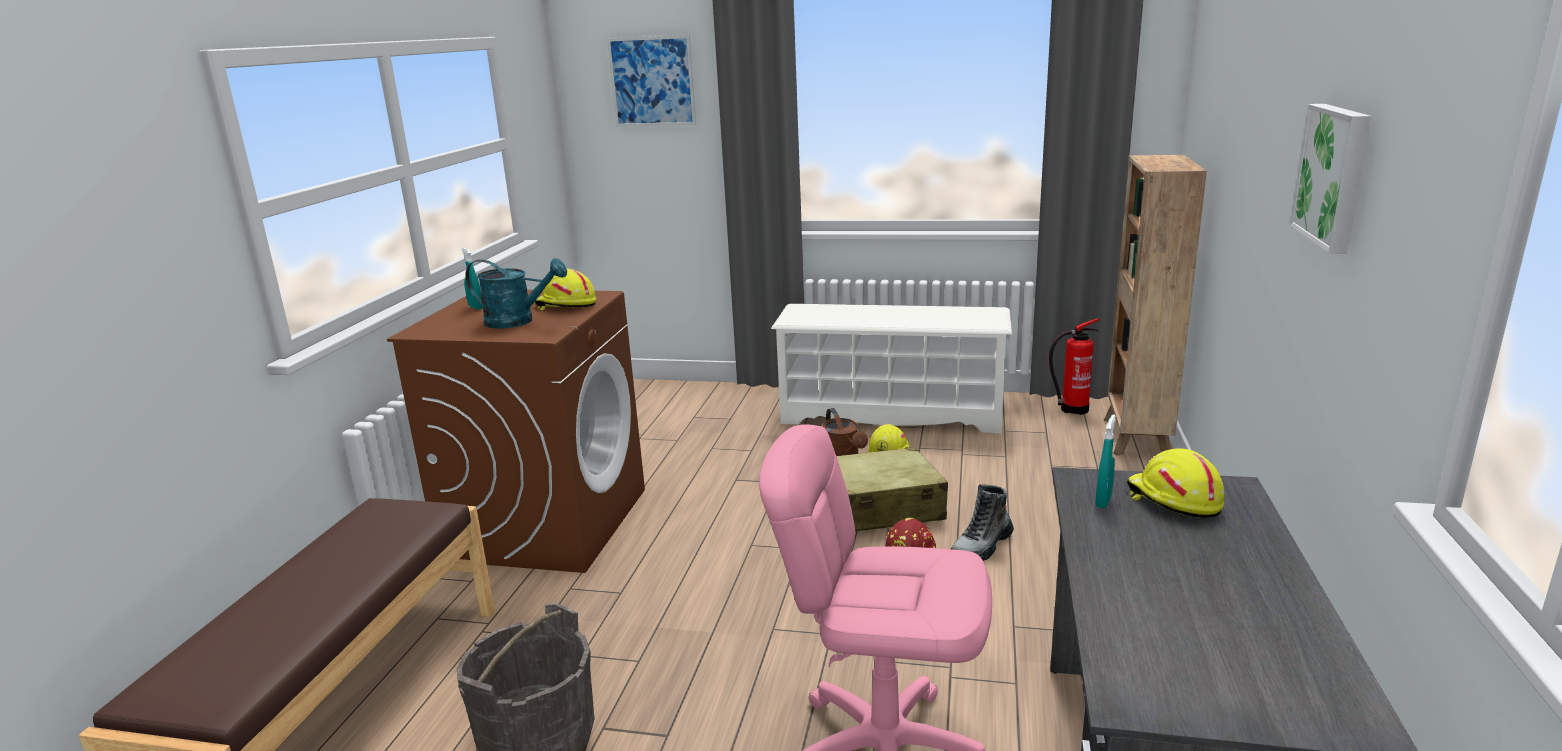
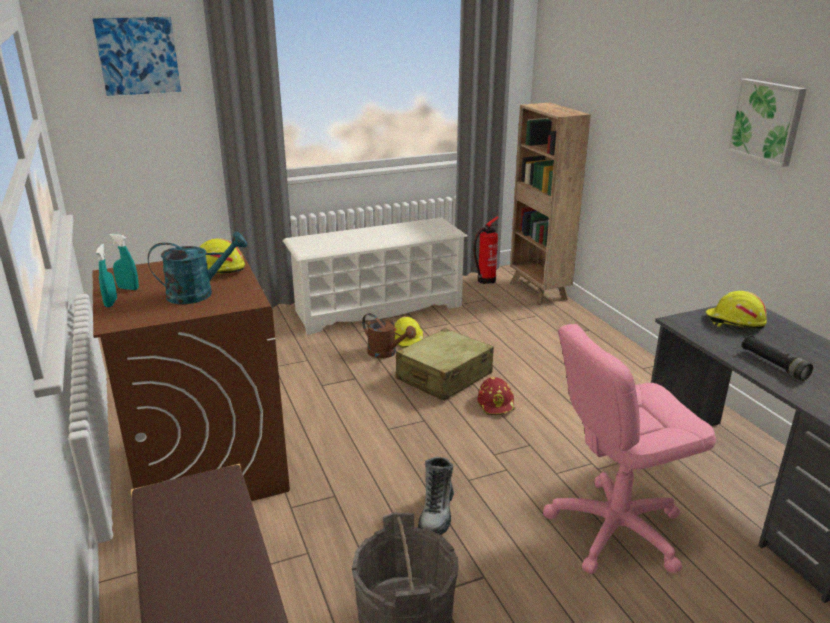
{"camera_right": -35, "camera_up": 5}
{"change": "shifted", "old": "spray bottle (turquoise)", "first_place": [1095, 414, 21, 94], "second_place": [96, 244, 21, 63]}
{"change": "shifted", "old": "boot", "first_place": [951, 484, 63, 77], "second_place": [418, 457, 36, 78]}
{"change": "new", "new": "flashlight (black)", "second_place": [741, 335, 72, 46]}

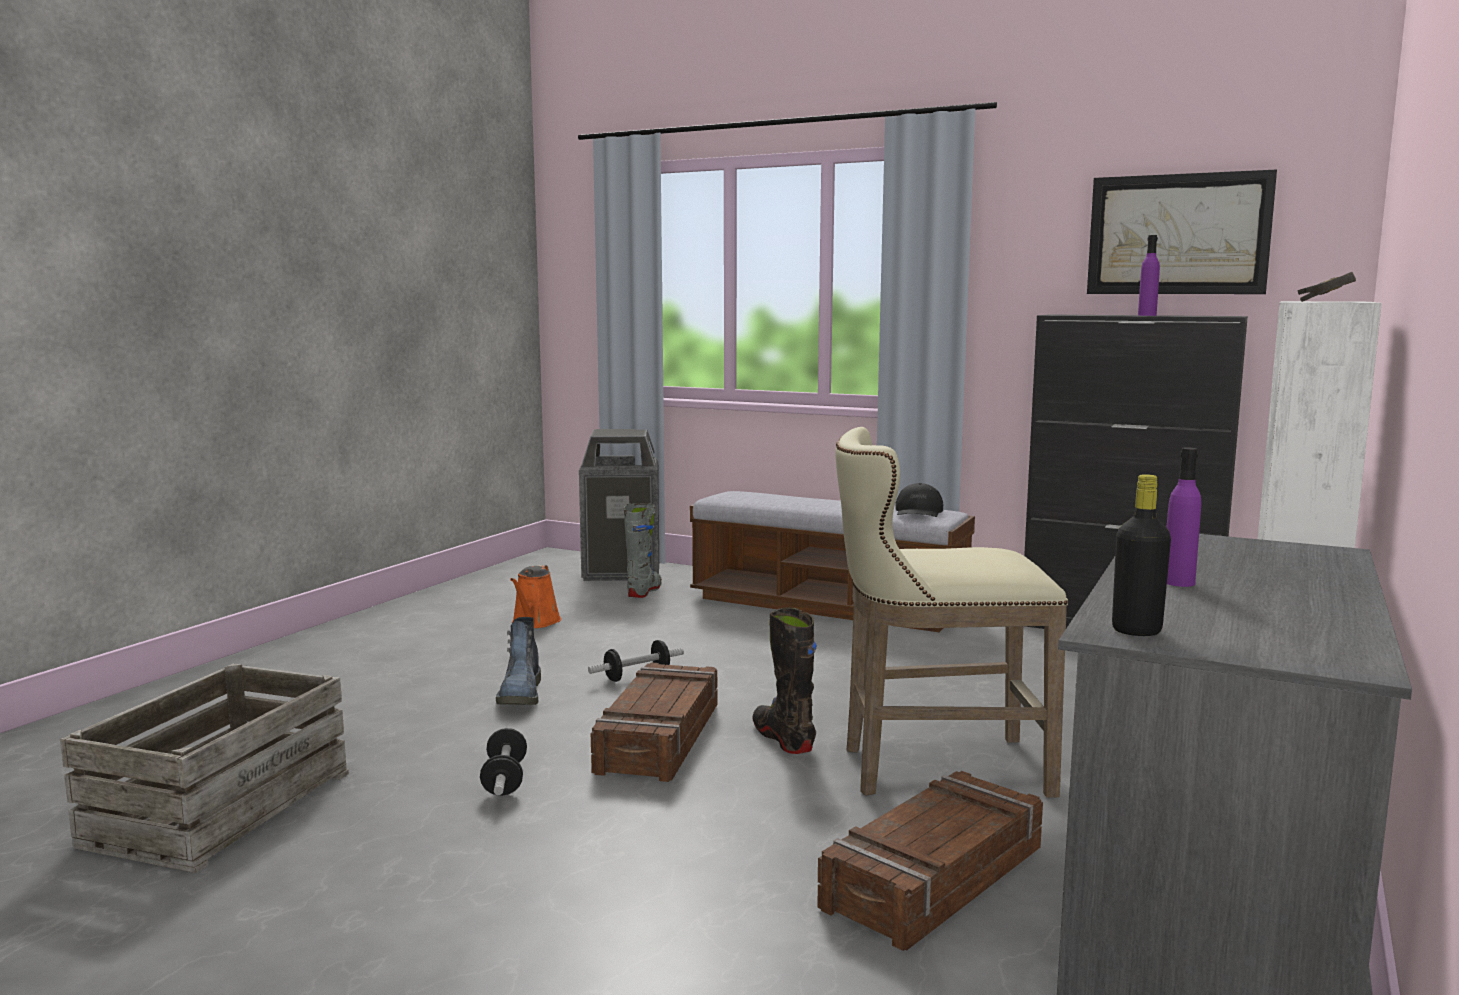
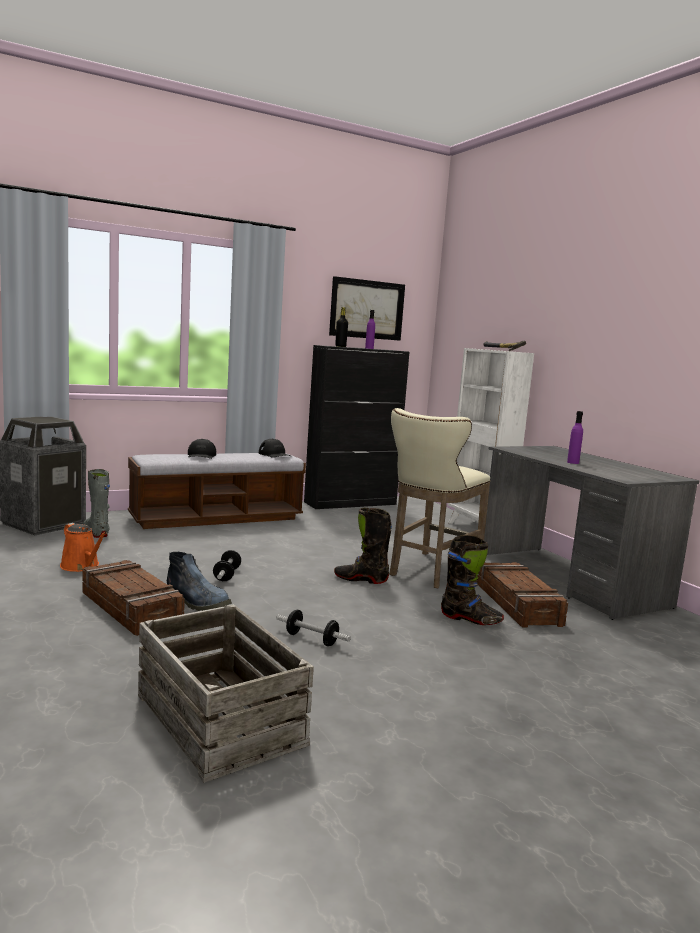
{"camera_right": -55, "camera_up": 0}
{"change": "shifted", "old": "crate", "first_place": [591, 663, 126, 119], "second_place": [83, 560, 102, 76]}
{"change": "new", "new": "cap (black)", "second_place": [188, 439, 28, 20]}
{"change": "shifted", "old": "bottle (black)", "first_place": [1112, 474, 59, 162], "second_place": [335, 307, 13, 40]}
{"change": "new", "new": "boot (black)", "second_place": [441, 535, 63, 90]}

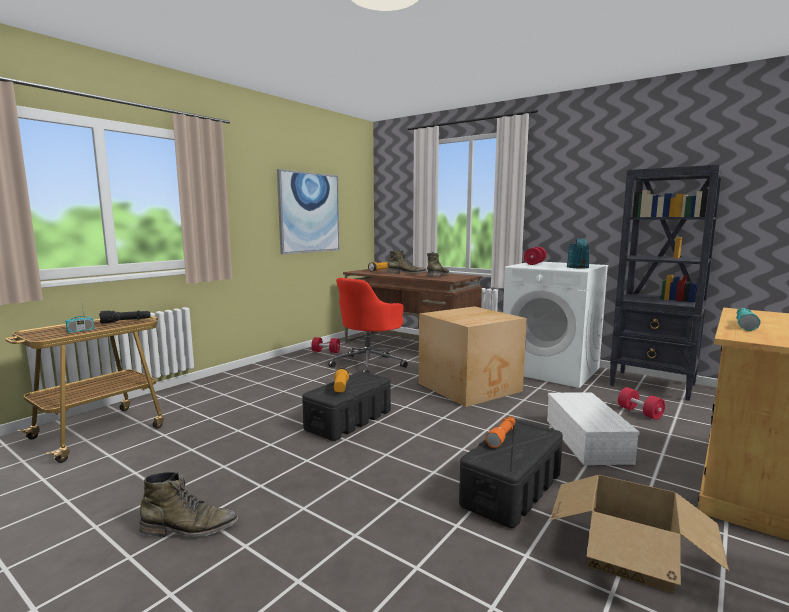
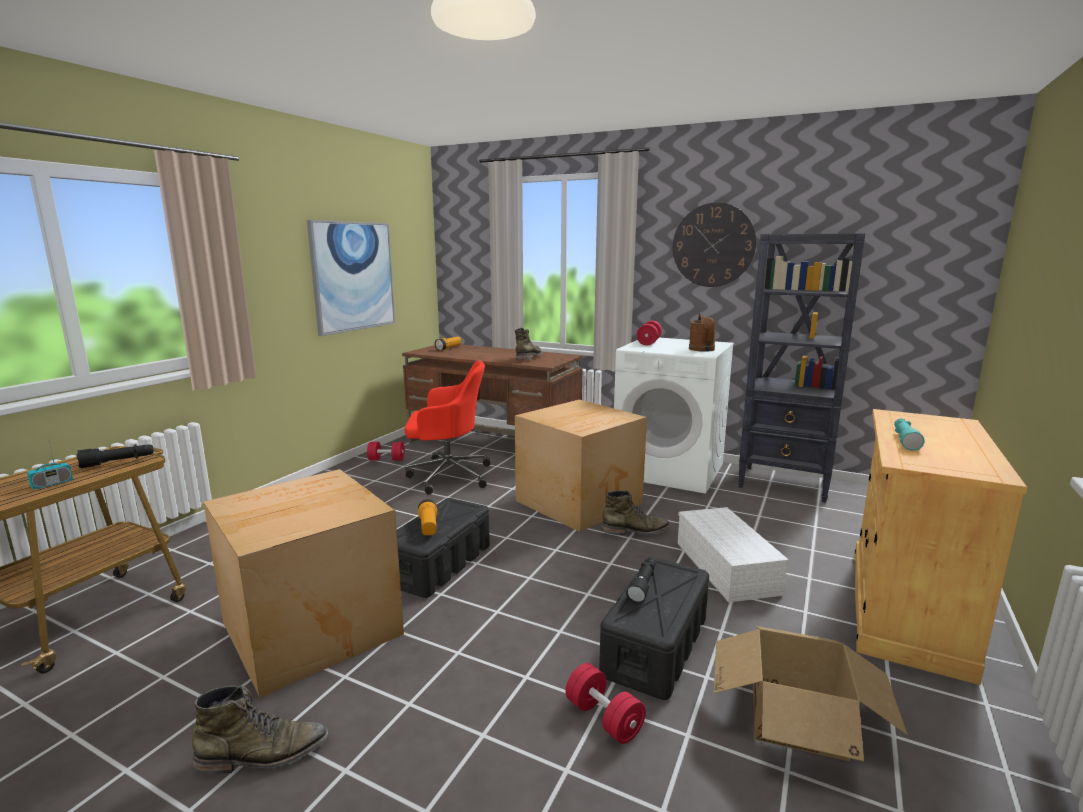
{"camera_right": -10, "camera_up": 5}
{"change": "new", "new": "cardboard box", "second_place": [203, 469, 201, 229]}
{"change": "rotated", "old": "office chair (red)", "first_place": [328, 278, 80, 95], "second_place": [405, 361, 85, 134], "degrees": -120}
{"change": "shifted", "old": "dumbbell (red)", "first_place": [618, 387, 47, 33], "second_place": [566, 663, 80, 81]}
{"change": "shifted", "old": "boot (green)", "first_place": [387, 250, 40, 24], "second_place": [602, 490, 68, 45]}
{"change": "repainted", "old": "flashlight (orange)", "new": "flashlight (black)", "first_place": [485, 417, 30, 31], "second_place": [626, 558, 30, 45]}
{"change": "new", "new": "wall clock", "second_place": [673, 202, 83, 85]}
{"change": "repainted", "old": "watering can (turquoise)", "new": "watering can (brown)", "first_place": [567, 238, 23, 30], "second_place": [689, 313, 27, 39]}

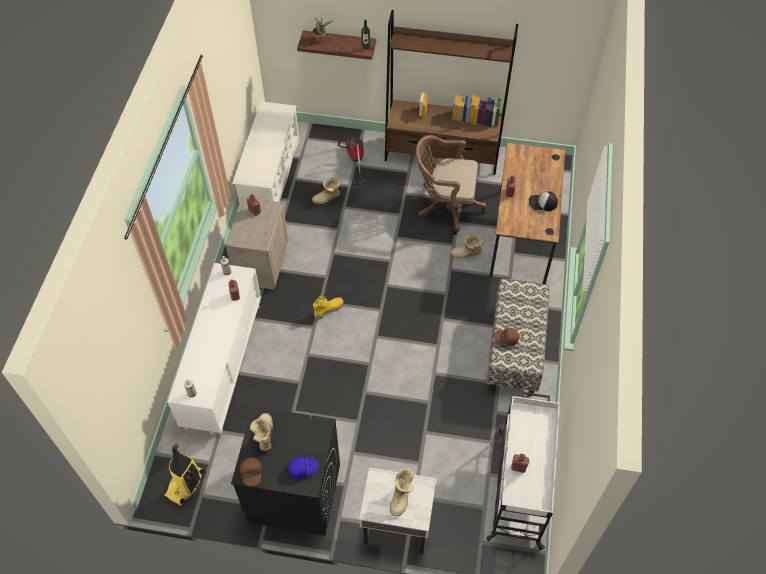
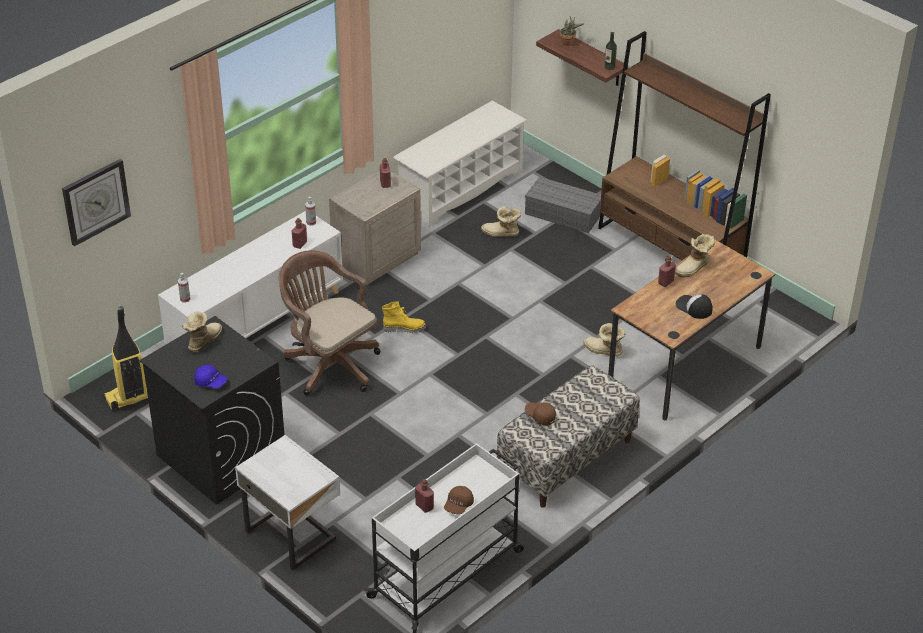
{"camera_right": 35, "camera_up": -15}
{"change": "new", "new": "wall clock", "second_place": [62, 159, 69, 87]}
{"change": "shifted", "old": "office chair (brown)", "first_place": [416, 135, 70, 100], "second_place": [279, 250, 101, 146]}
{"change": "shifted", "old": "cap (brown)", "first_place": [240, 457, 22, 29], "second_place": [444, 486, 30, 29]}
{"change": "swapped", "old": "vacuum cleaner", "new": "storage box (grey)", "first_place": [338, 135, 33, 50], "second_place": [525, 177, 76, 56]}
{"change": "shifted", "old": "boot", "first_place": [390, 468, 24, 48], "second_place": [675, 234, 40, 44]}

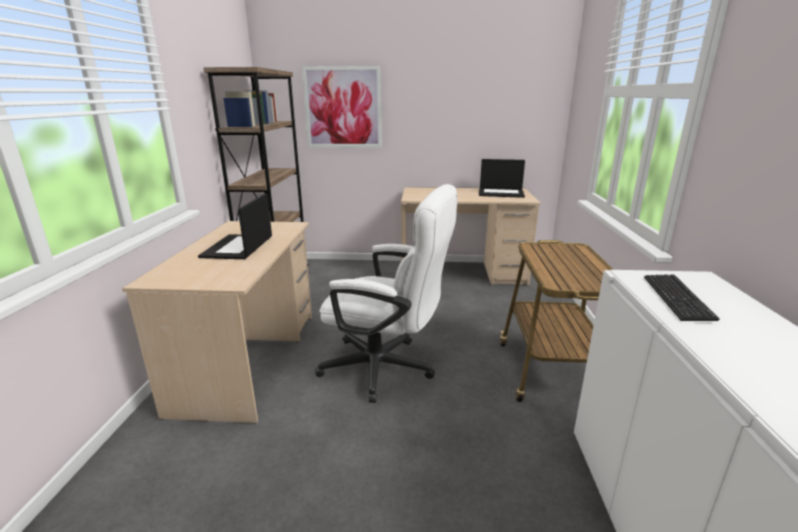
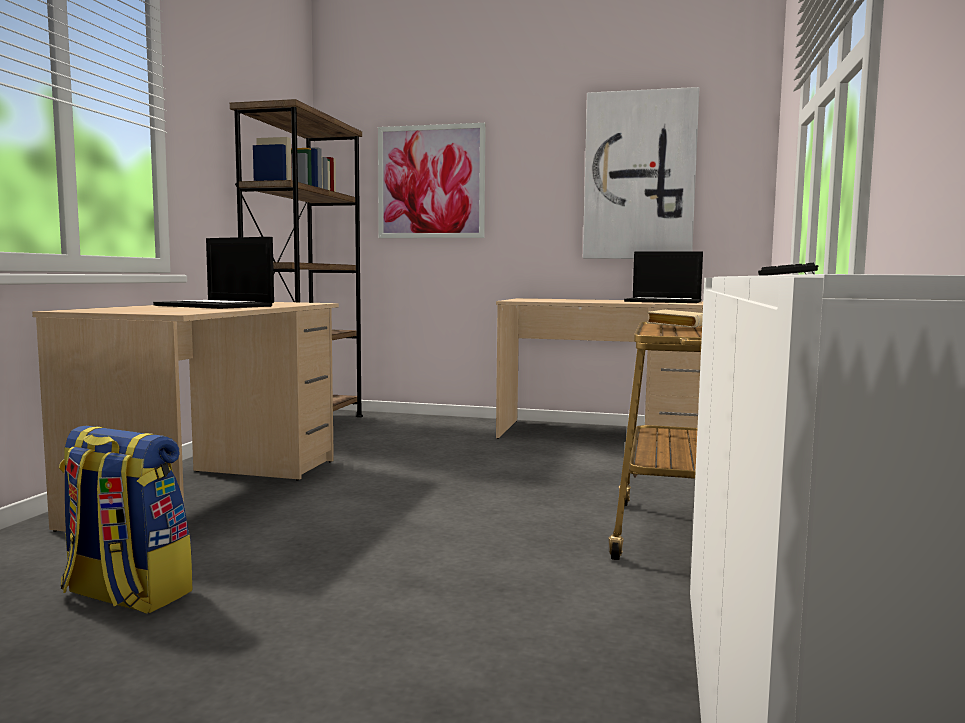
{"camera_right": 10, "camera_up": -15}
{"change": "new", "new": "backpack", "second_place": [59, 426, 134, 188]}
{"change": "rotated", "old": "laptop", "first_place": [198, 194, 74, 65], "second_place": [153, 237, 121, 72], "degrees": -75}
{"change": "new", "new": "picture", "second_place": [583, 87, 116, 172]}
{"change": "new", "new": "book (beige)", "second_place": [647, 310, 56, 18]}
{"change": "gone", "old": "office chair (white)", "first_place": [315, 184, 143, 219]}

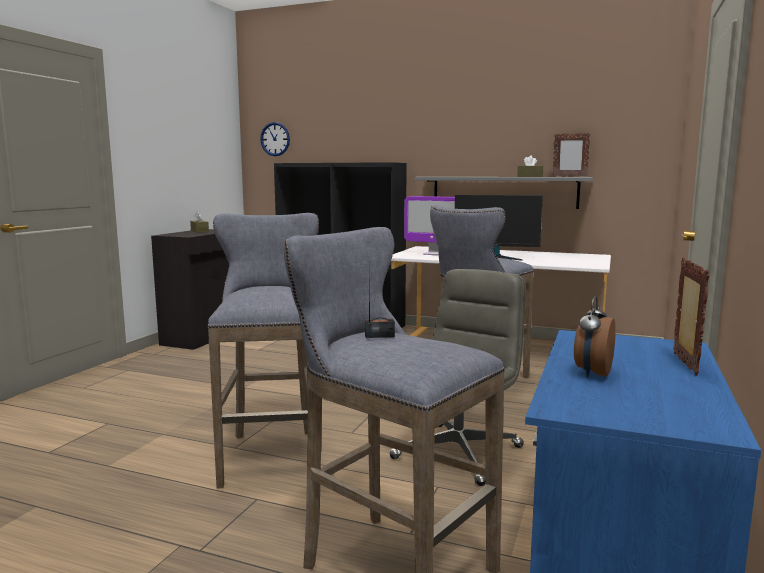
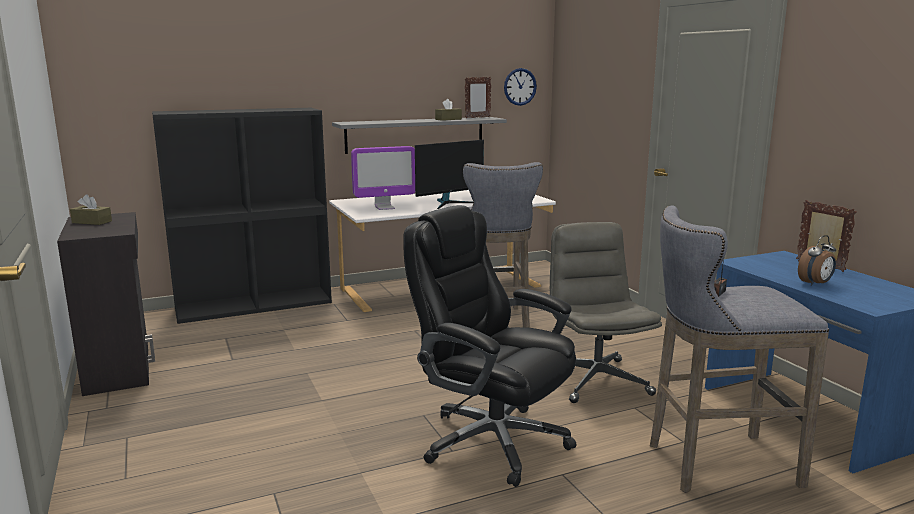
{"camera_right": -45, "camera_up": 5}
{"change": "swapped", "old": "stool (grey)", "new": "office chair (black)", "first_place": [207, 213, 112, 276], "second_place": [403, 205, 174, 282]}
{"change": "shifted", "old": "wall clock", "first_place": [260, 122, 30, 34], "second_place": [504, 68, 33, 38]}
{"change": "rotated", "old": "alarm clock", "first_place": [574, 296, 42, 81], "second_place": [798, 235, 38, 51], "degrees": -105}

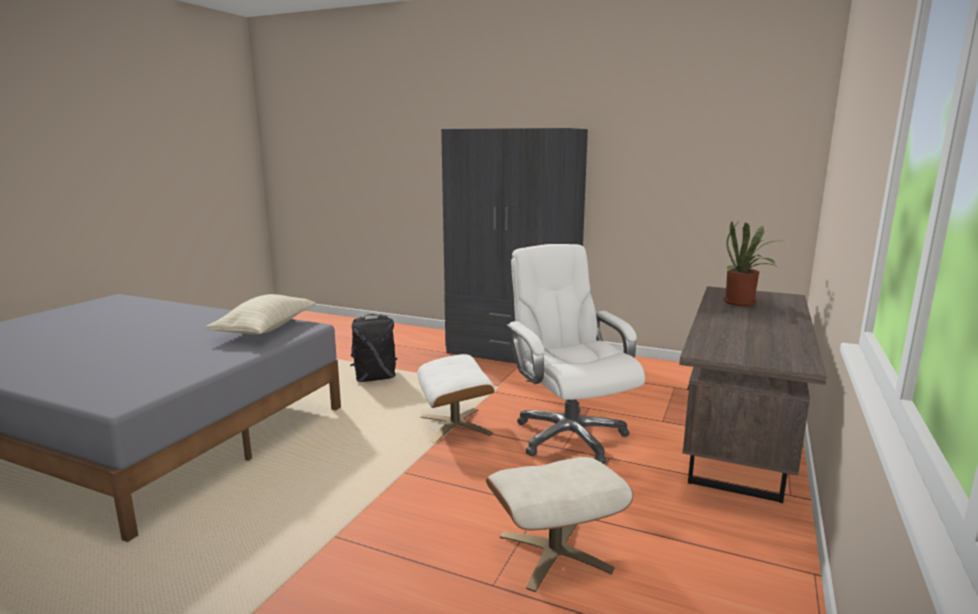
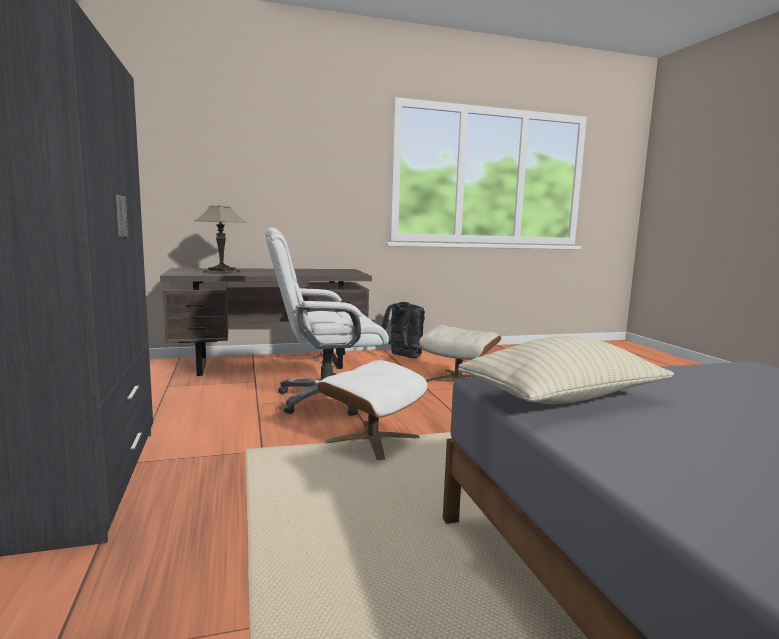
{"camera_right": -130, "camera_up": -5}
{"change": "swapped", "old": "potted plant", "new": "table lamp", "first_place": [724, 220, 52, 86], "second_place": [194, 205, 52, 69]}
{"change": "rotated", "old": "office chair (white)", "first_place": [507, 244, 138, 220], "second_place": [265, 227, 124, 189], "degrees": 45}
{"change": "shifted", "old": "backpack (black)", "first_place": [350, 314, 47, 68], "second_place": [381, 302, 44, 56]}

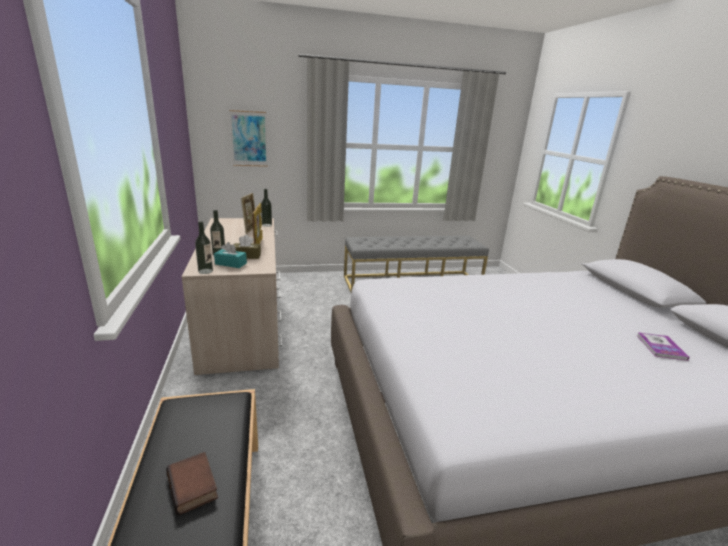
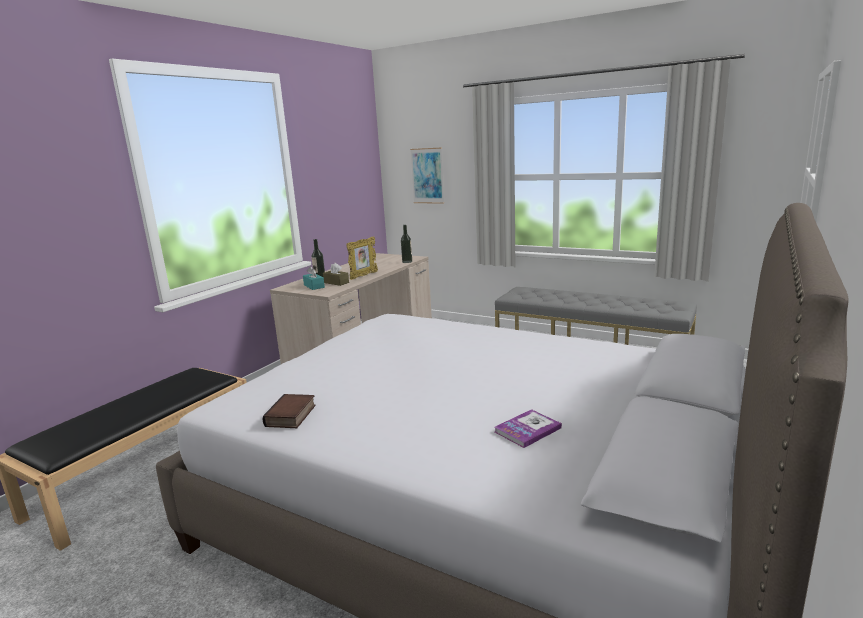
{"camera_right": 45, "camera_up": -5}
{"change": "shifted", "old": "book", "first_place": [166, 452, 52, 64], "second_place": [262, 394, 54, 34]}
{"change": "gone", "old": "bottle", "first_place": [195, 222, 18, 52]}
{"change": "gone", "old": "picture frame", "first_place": [241, 193, 14, 41]}

